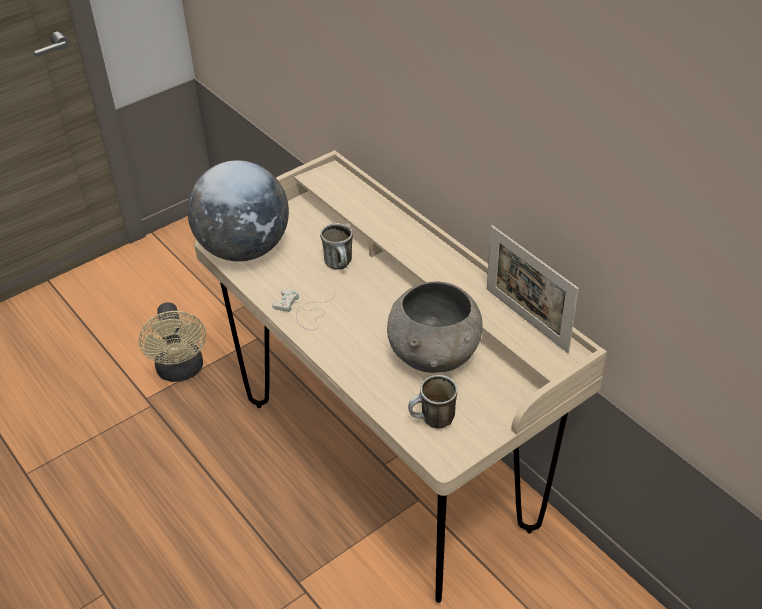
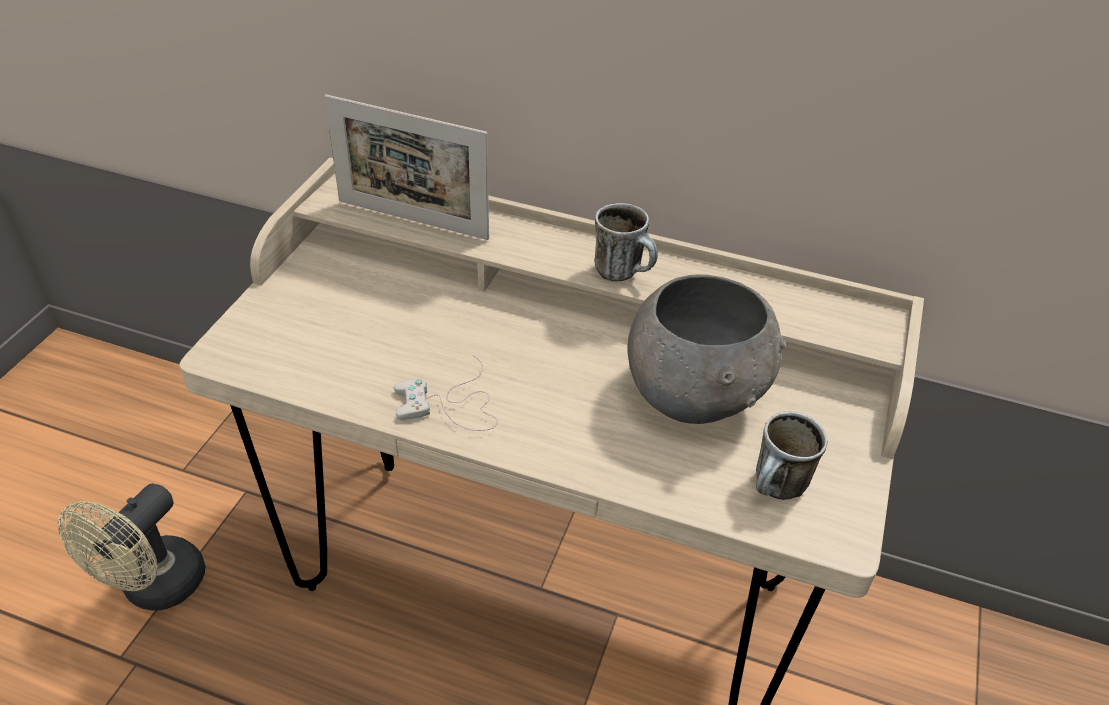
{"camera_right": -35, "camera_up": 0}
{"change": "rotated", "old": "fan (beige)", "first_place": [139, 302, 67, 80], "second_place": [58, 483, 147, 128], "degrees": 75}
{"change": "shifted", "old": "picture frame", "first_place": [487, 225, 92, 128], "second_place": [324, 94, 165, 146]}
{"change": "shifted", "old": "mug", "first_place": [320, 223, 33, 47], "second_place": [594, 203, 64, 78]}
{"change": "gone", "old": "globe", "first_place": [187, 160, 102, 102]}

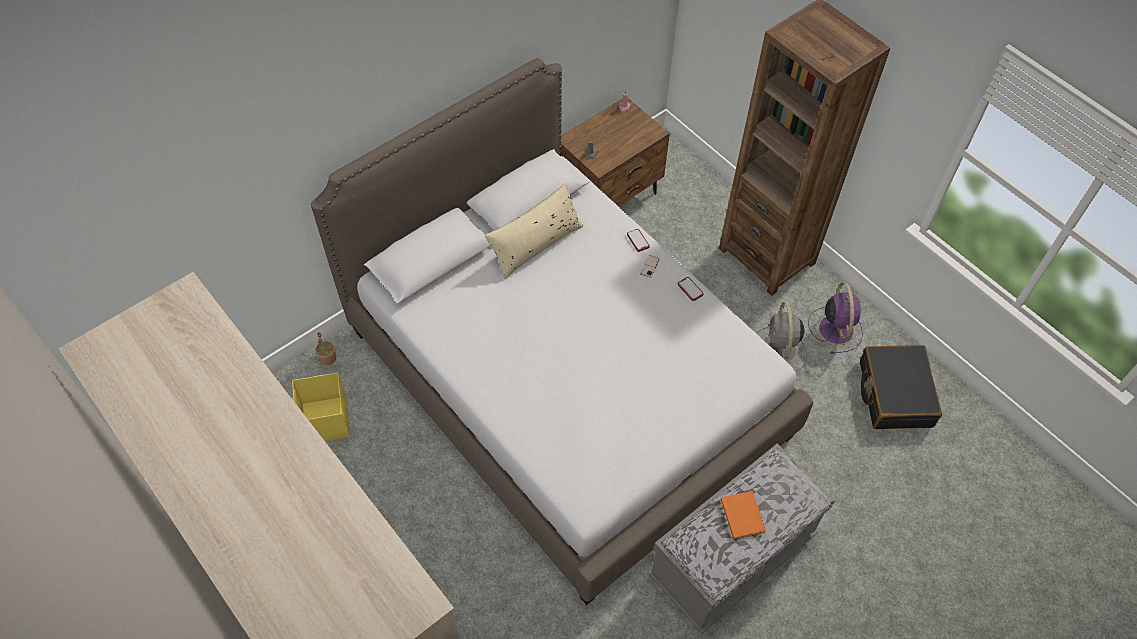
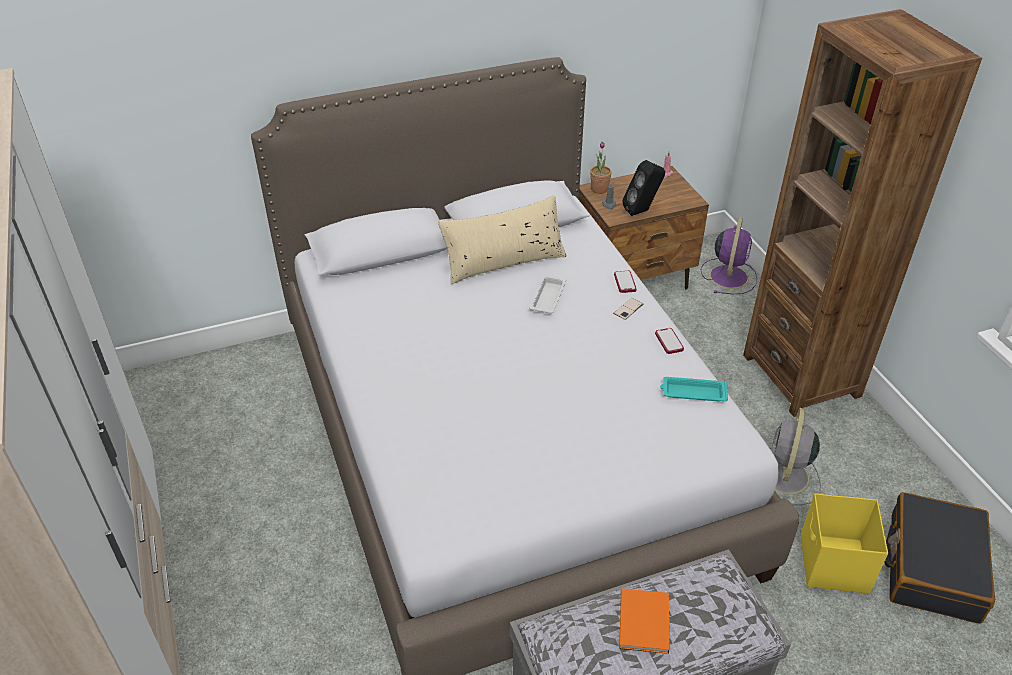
{"camera_right": 20, "camera_up": -15}
{"change": "new", "new": "tray (white)", "second_place": [529, 275, 37, 39]}
{"change": "shifted", "old": "potted plant", "first_place": [316, 332, 20, 33], "second_place": [590, 142, 22, 52]}
{"change": "new", "new": "speaker (black)", "second_place": [622, 160, 43, 56]}
{"change": "new", "new": "tray (turquoise)", "second_place": [660, 377, 68, 24]}
{"change": "shifted", "old": "fan (purple)", "first_place": [808, 283, 55, 71], "second_place": [701, 218, 57, 76]}
{"change": "shifted", "old": "storage box (yellow)", "first_place": [292, 372, 58, 69], "second_place": [801, 493, 87, 101]}

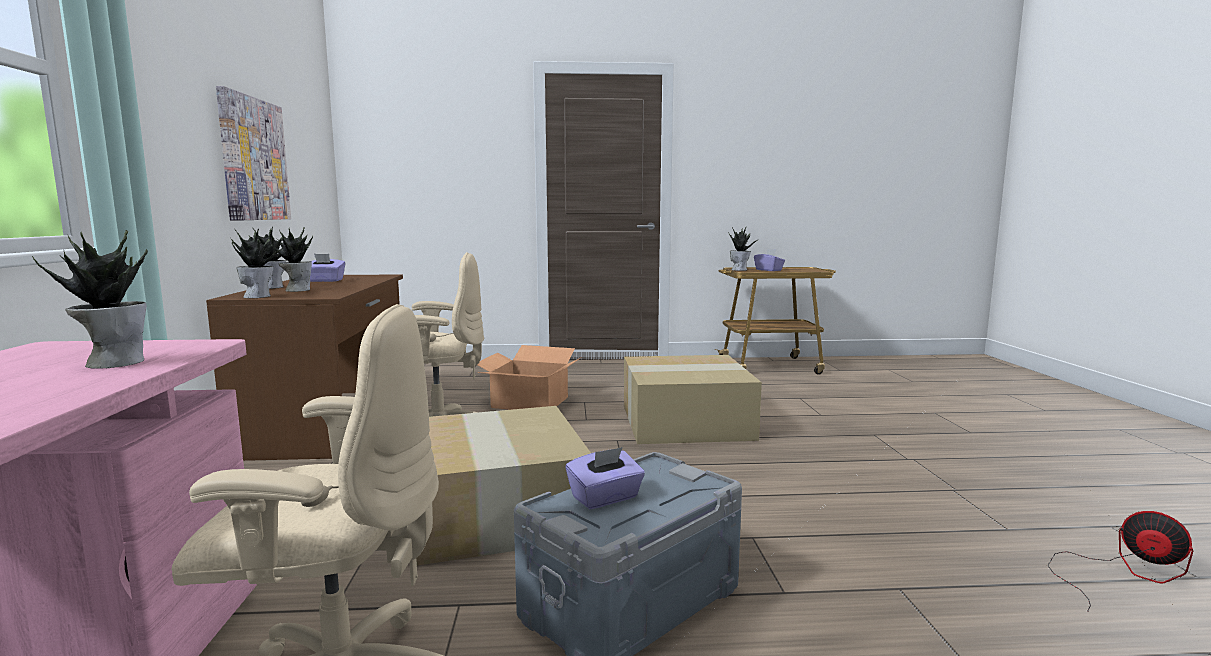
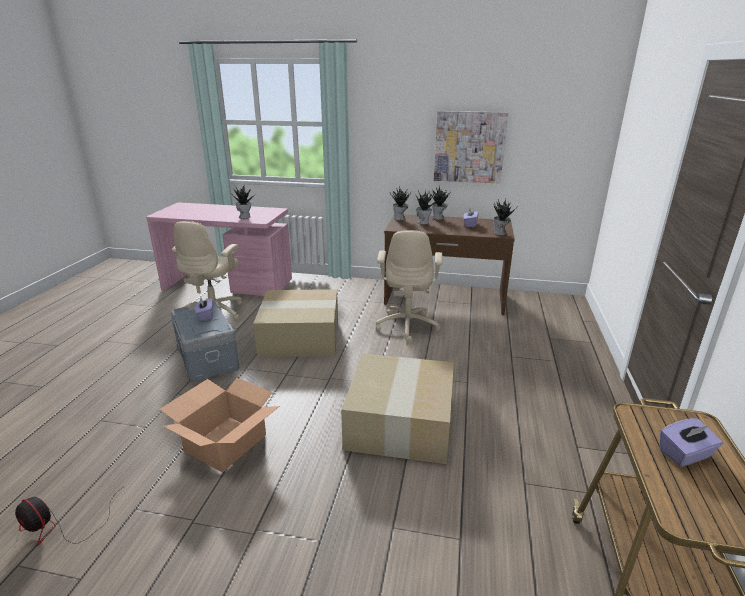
{"camera_right": 105, "camera_up": 15}
{"change": "rotated", "old": "fan", "first_place": [1048, 511, 145, 101], "second_place": [15, 488, 107, 58], "degrees": 60}
{"change": "shifted", "old": "cardboard box", "first_place": [477, 345, 105, 65], "second_place": [160, 378, 120, 94]}
{"change": "shifted", "old": "potted plant", "first_place": [728, 228, 32, 43], "second_place": [493, 199, 24, 37]}

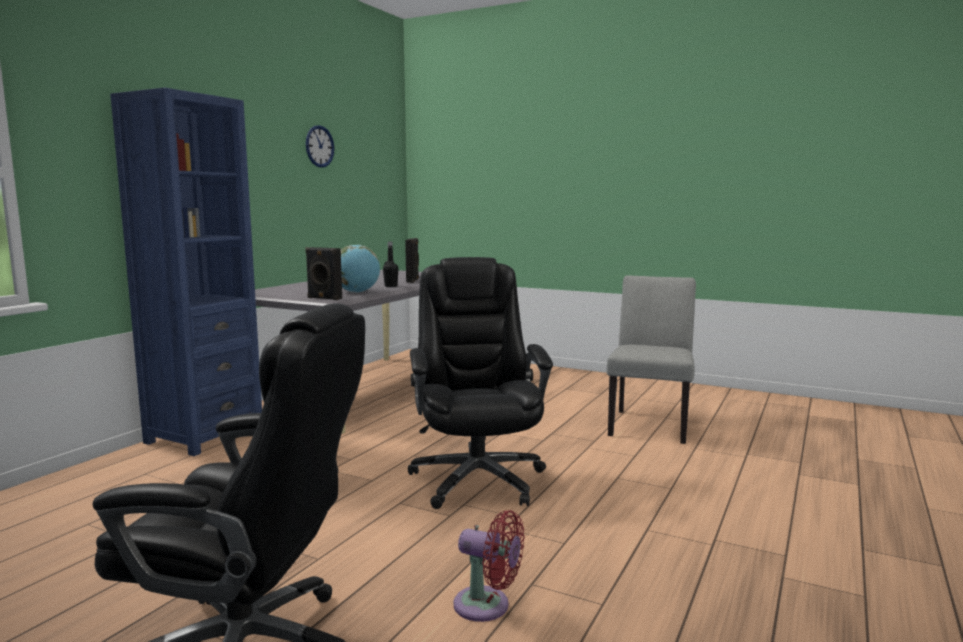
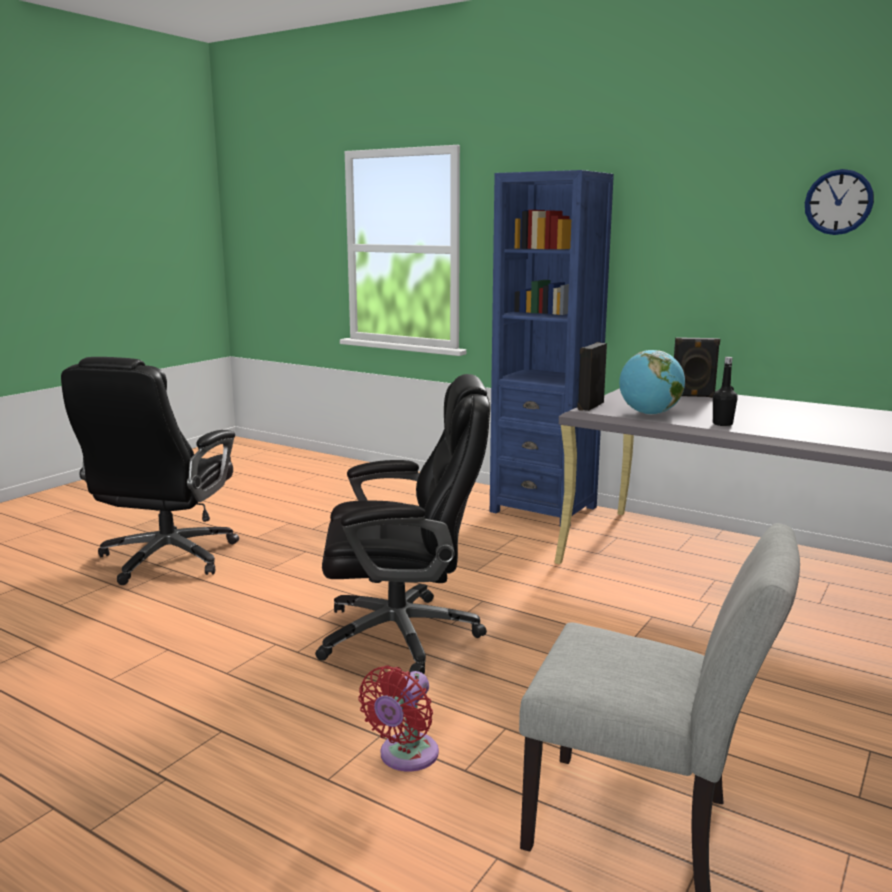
{"camera_right": 95, "camera_up": 5}
{"change": "shifted", "old": "fan (red)", "first_place": [454, 510, 70, 112], "second_place": [359, 666, 80, 105]}
{"change": "shifted", "old": "speaker (black)", "first_place": [405, 238, 14, 45], "second_place": [674, 337, 46, 61]}

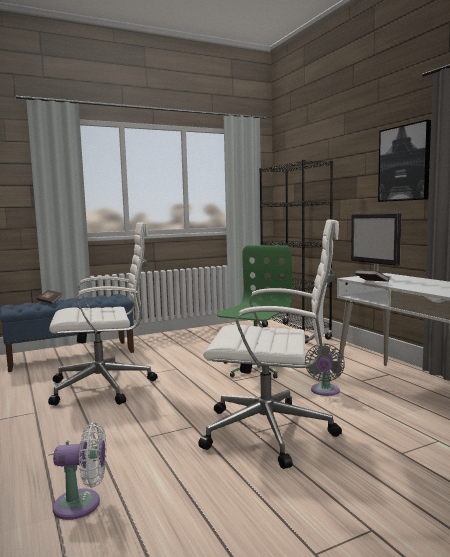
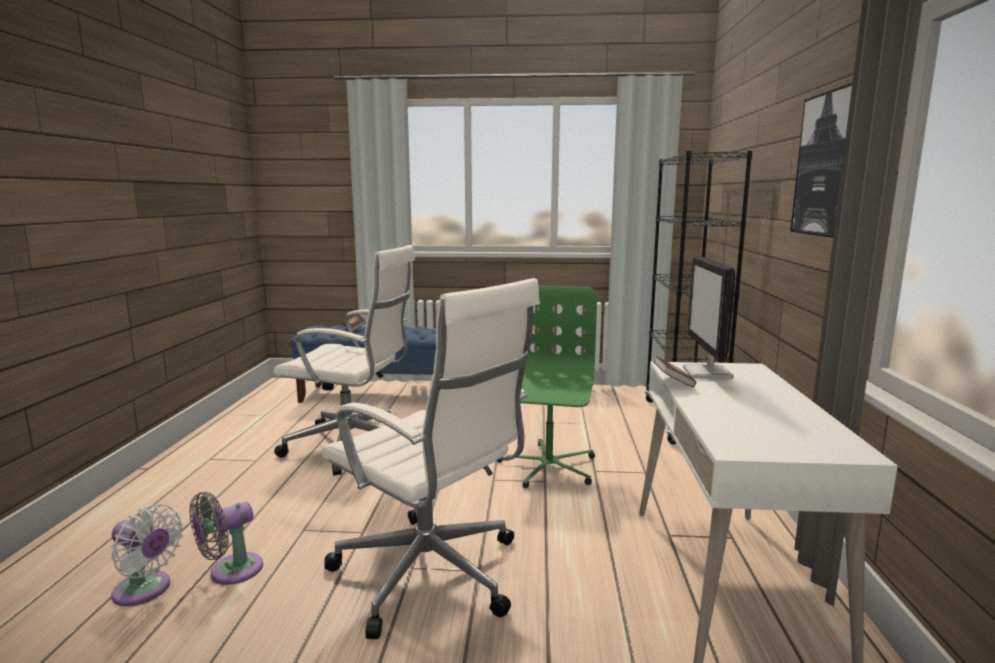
{"camera_right": 30, "camera_up": 5}
{"change": "shifted", "old": "fan (grey)", "first_place": [305, 343, 40, 53], "second_place": [189, 492, 74, 93]}
{"change": "rotated", "old": "office chair (green)", "first_place": [217, 245, 76, 133], "second_place": [497, 286, 100, 202], "degrees": -45}

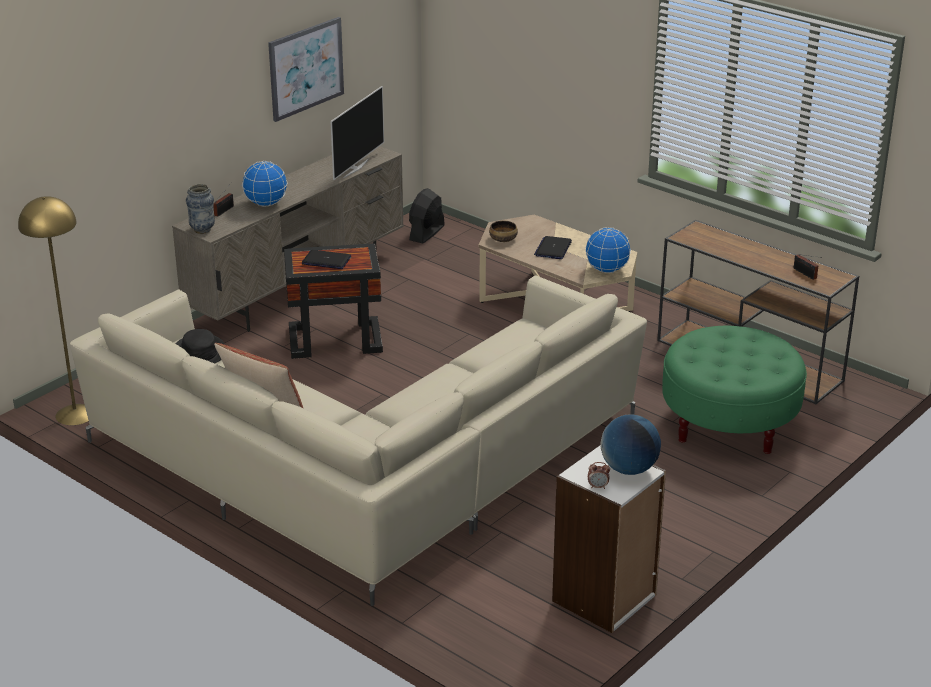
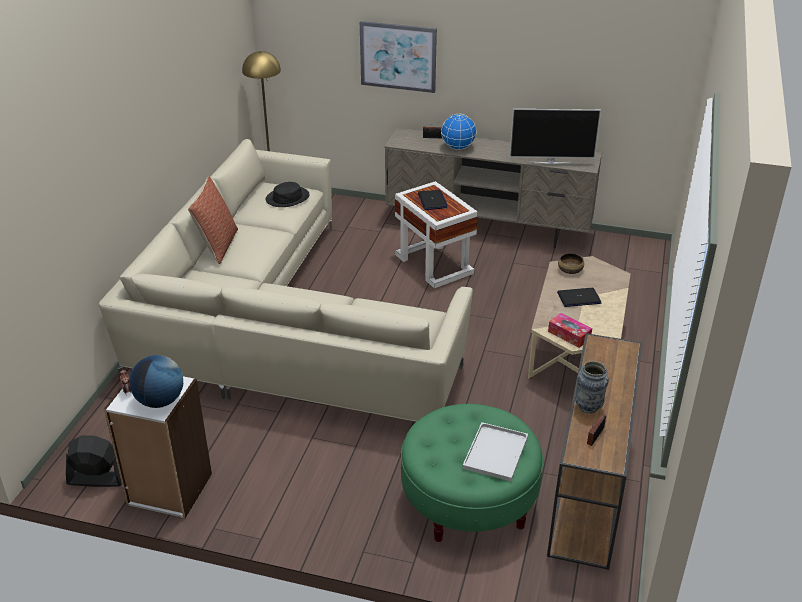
{"camera_right": 65, "camera_up": 5}
{"change": "shifted", "old": "fan (black)", "first_place": [409, 188, 36, 55], "second_place": [66, 435, 56, 52]}
{"change": "shifted", "old": "picture", "first_place": [268, 17, 76, 105], "second_place": [360, 21, 77, 72]}
{"change": "repainted", "old": "side table (black)", "new": "side table (white)", "first_place": [284, 243, 99, 116], "second_place": [395, 181, 83, 107]}
{"change": "new", "new": "tray (white)", "second_place": [462, 422, 66, 59]}
{"change": "swapped", "old": "globe", "new": "tissue box", "first_place": [585, 227, 46, 46], "second_place": [548, 313, 44, 35]}
{"change": "shifted", "old": "vase", "first_place": [186, 184, 29, 50], "second_place": [575, 361, 34, 53]}

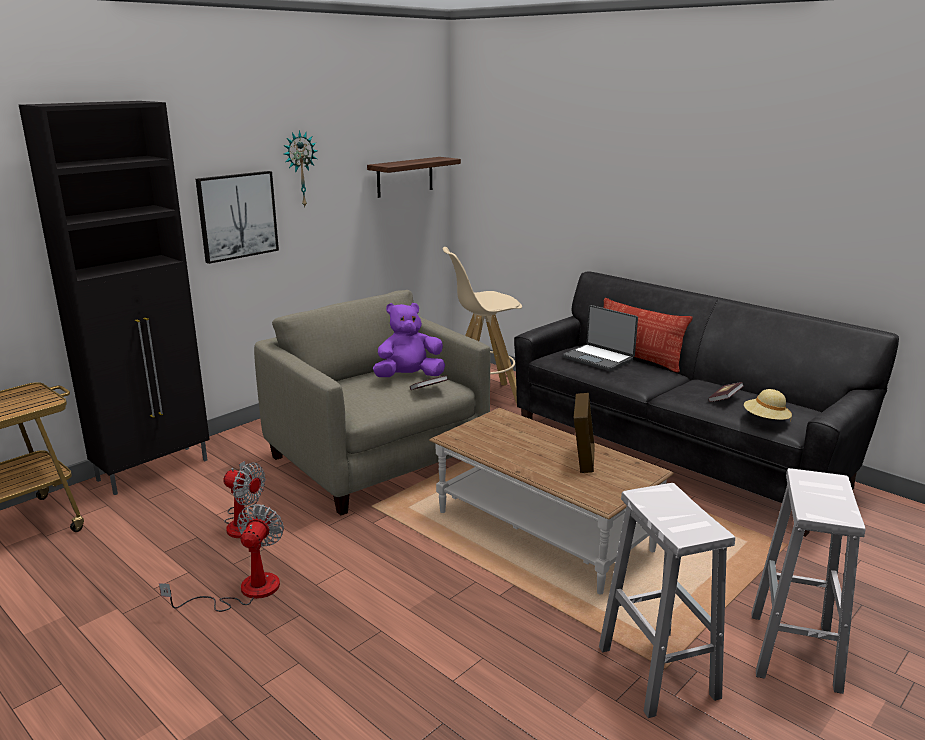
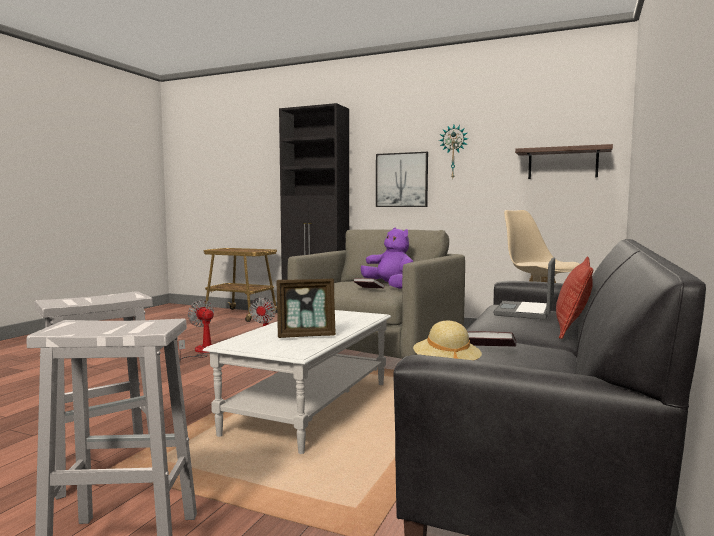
{"camera_right": 70, "camera_up": -15}
{"change": "rotated", "old": "fan", "first_place": [159, 504, 125, 108], "second_place": [178, 299, 36, 63], "degrees": -120}
{"change": "repainted", "old": "coffee table (brown)", "new": "coffee table (white)", "first_place": [429, 408, 245, 187], "second_place": [202, 310, 189, 144]}

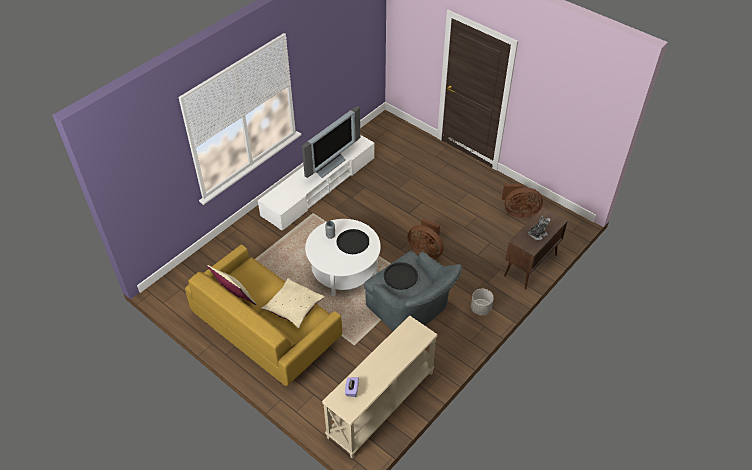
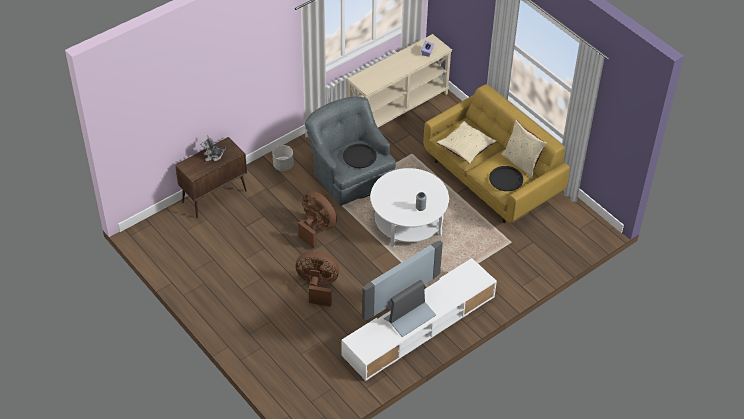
{"camera_right": -170, "camera_up": 0}
{"change": "shifted", "old": "fan (brown)", "first_place": [502, 184, 41, 34], "second_place": [295, 251, 44, 56]}
{"change": "shifted", "old": "tray (black)", "first_place": [337, 229, 32, 25], "second_place": [489, 166, 34, 25]}

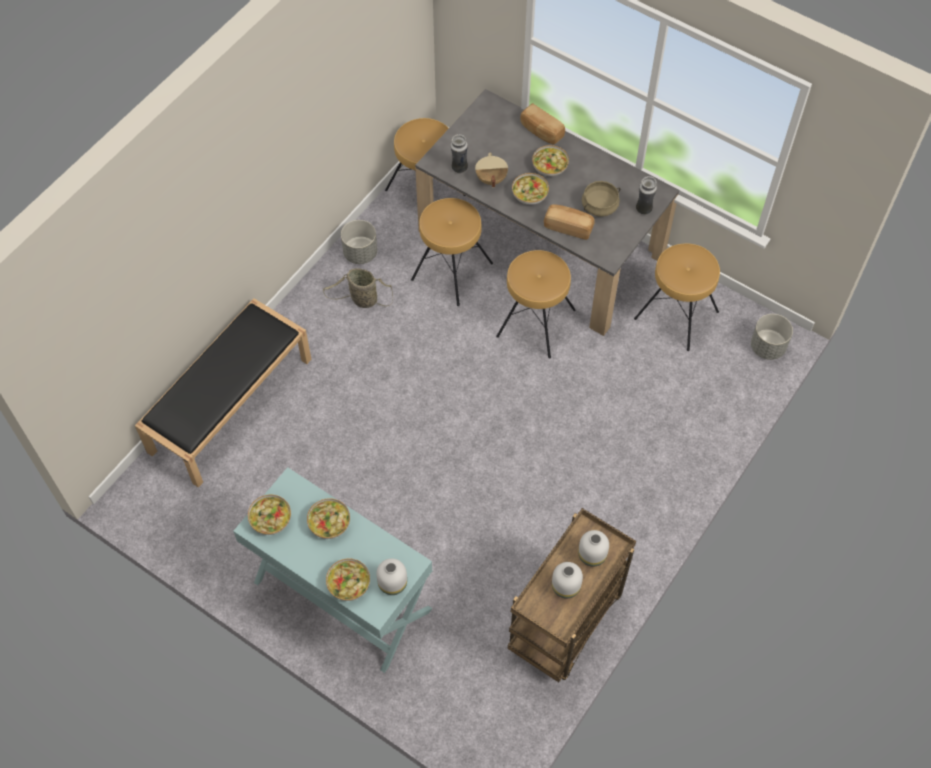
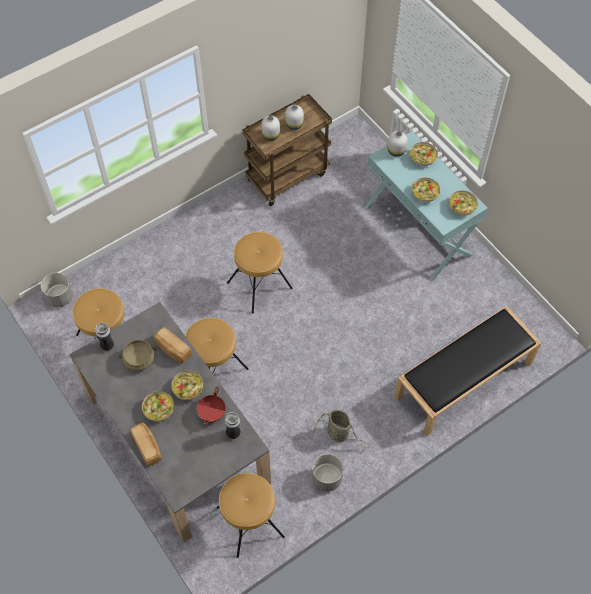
{"camera_right": -160, "camera_up": 0}
{"change": "repainted", "old": "cooking pot (beige)", "new": "cooking pot (red)", "first_place": [475, 153, 33, 34], "second_place": [197, 387, 28, 37]}
{"change": "shifted", "old": "stool (brown)", "first_place": [411, 198, 82, 108], "second_place": [227, 232, 65, 82]}

